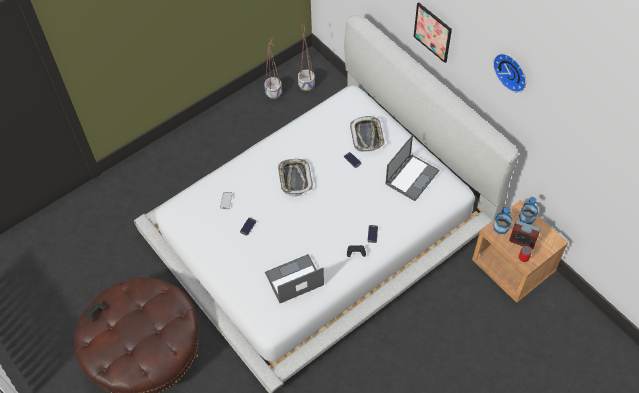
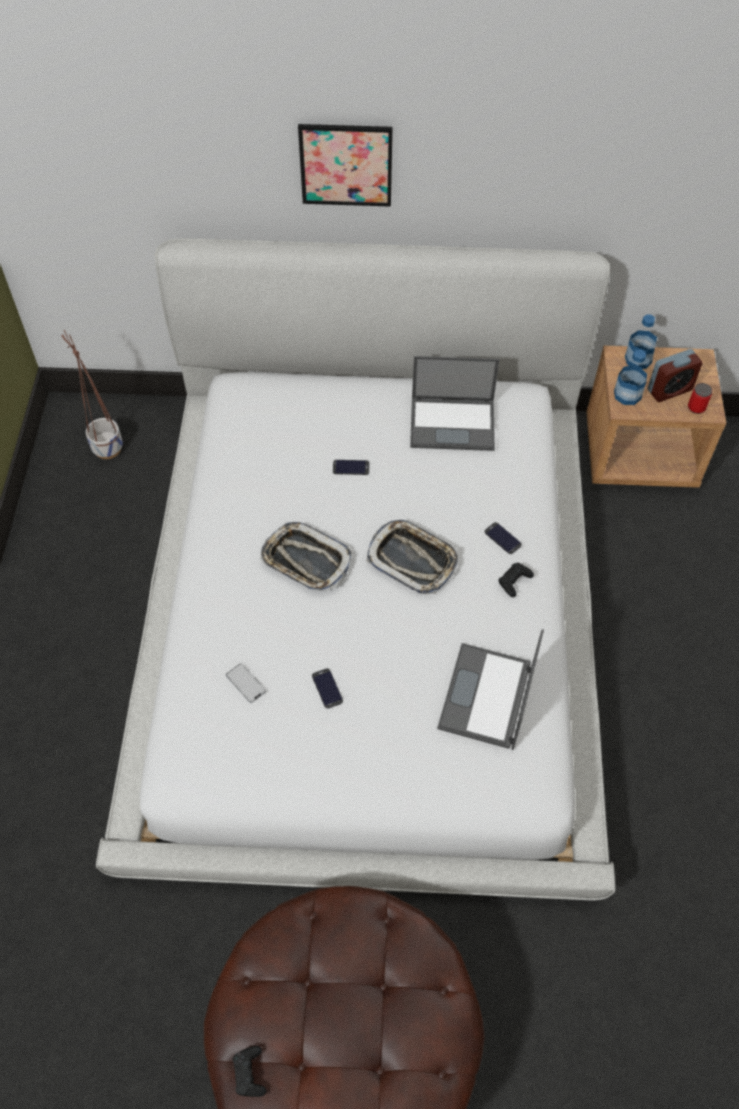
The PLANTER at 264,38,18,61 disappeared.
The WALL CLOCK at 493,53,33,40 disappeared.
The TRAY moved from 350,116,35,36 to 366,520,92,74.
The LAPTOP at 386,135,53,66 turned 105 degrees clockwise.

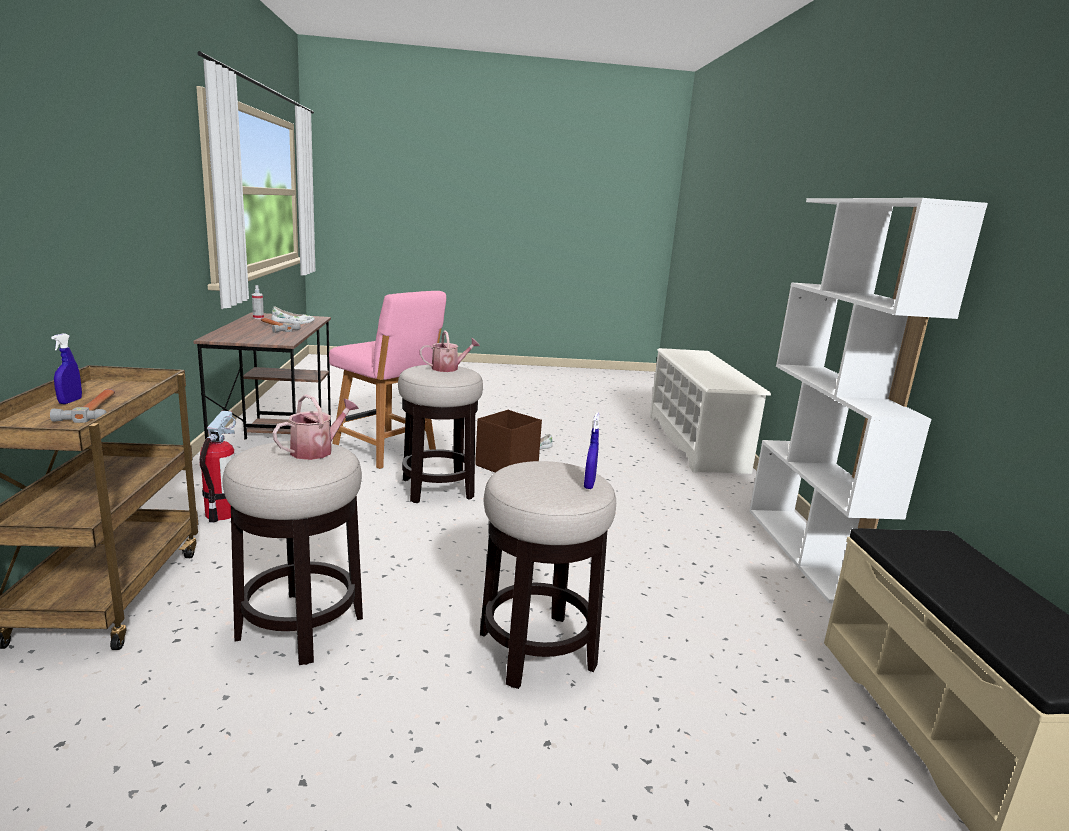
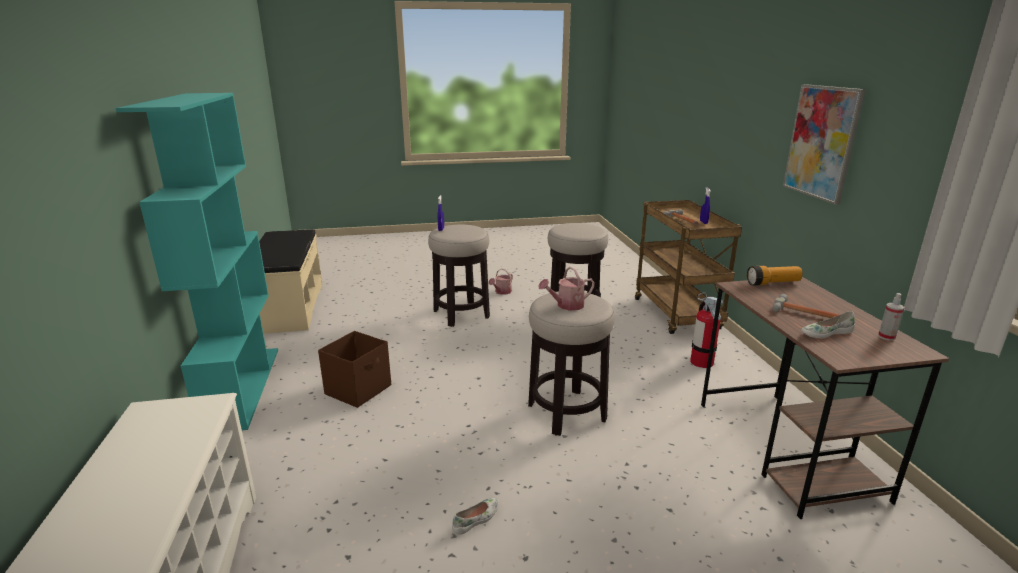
The WHITE BOOKCASE at 749,198,239,405 became the TURQUOISE BOOKCASE at 116,93,162,337.
The PINK CHAIR at 329,291,117,178 disappeared.
The WATERING CAN moved from 272,394,87,66 to 489,268,24,27.
The BROWN STORAGE BOX moved from 475,410,67,62 to 318,331,73,77.
The PICTURE at 783,84,83,121 appeared.
The FLASHLIGHT at 747,266,56,19 appeared.

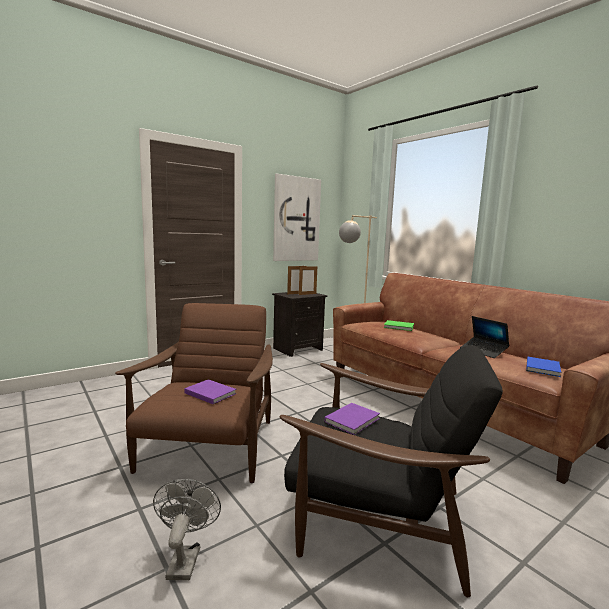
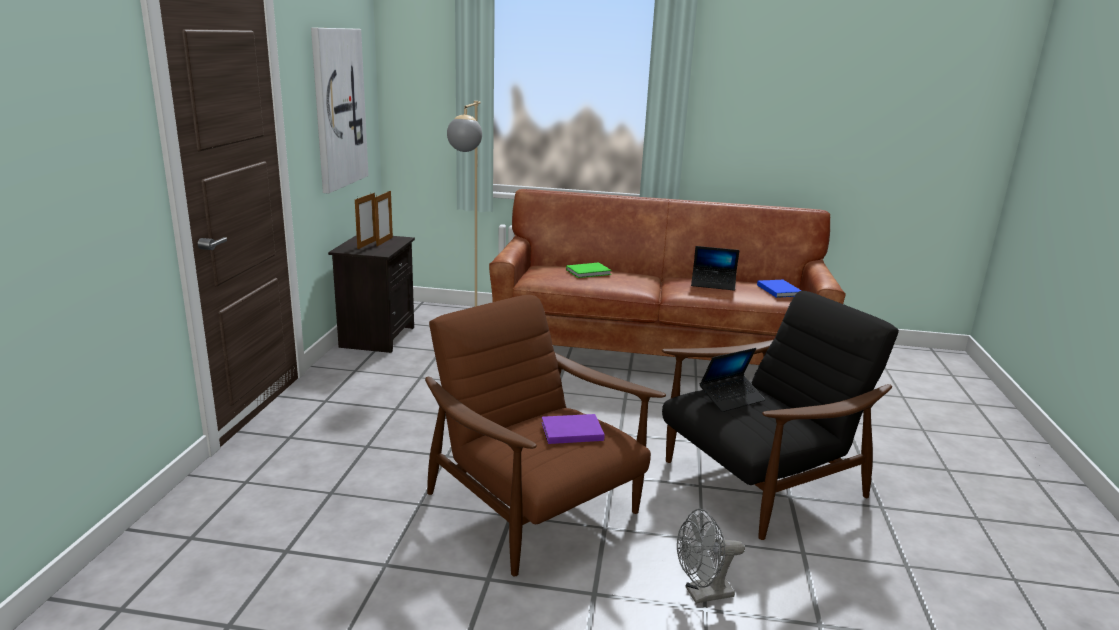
The PURPLE BOOK at 324,403,56,32 was replaced by the LAPTOP at 700,348,65,64.
The GREY FAN at 153,479,68,101 turned 60 degrees counterclockwise.

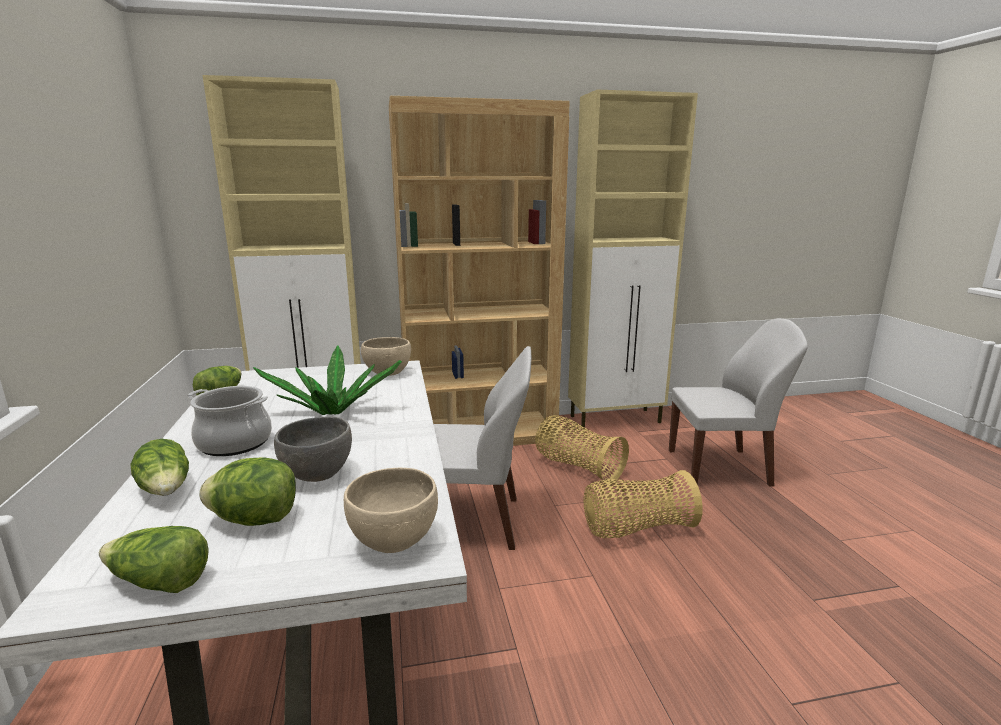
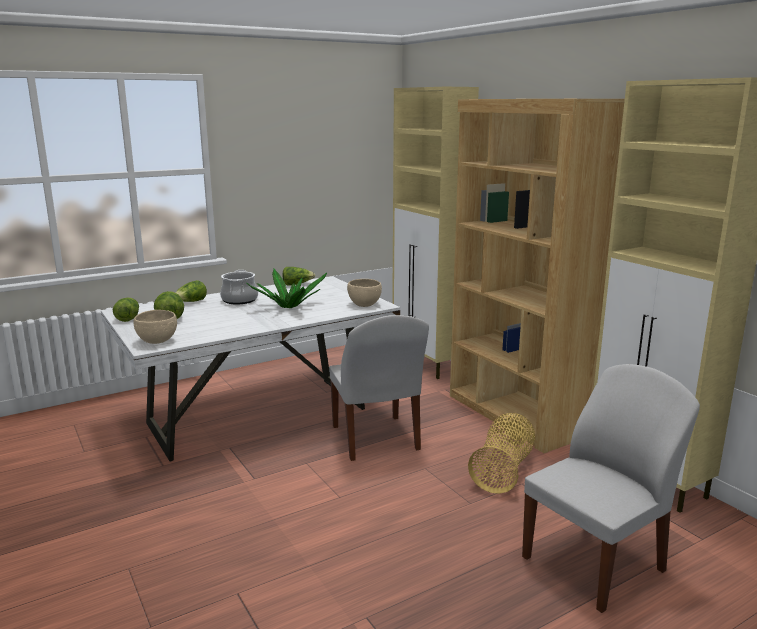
The WHITE CHAIR at 669,318,139,168 turned 105 degrees counterclockwise.
The GREY BOWL at 274,417,78,65 disappeared.
The BASKET at 584,470,119,68 disappeared.

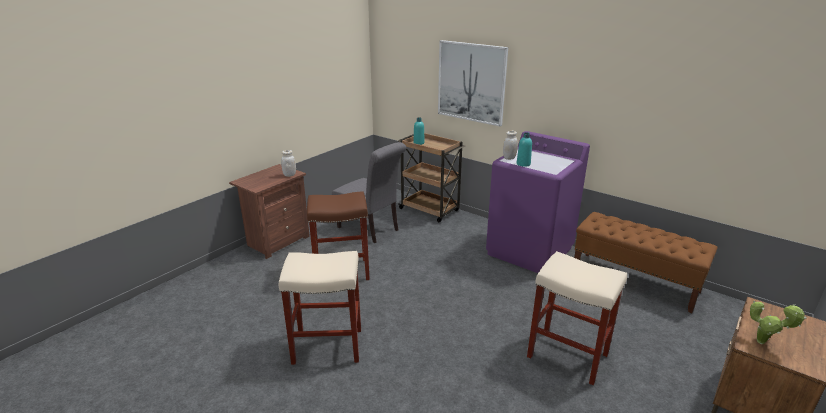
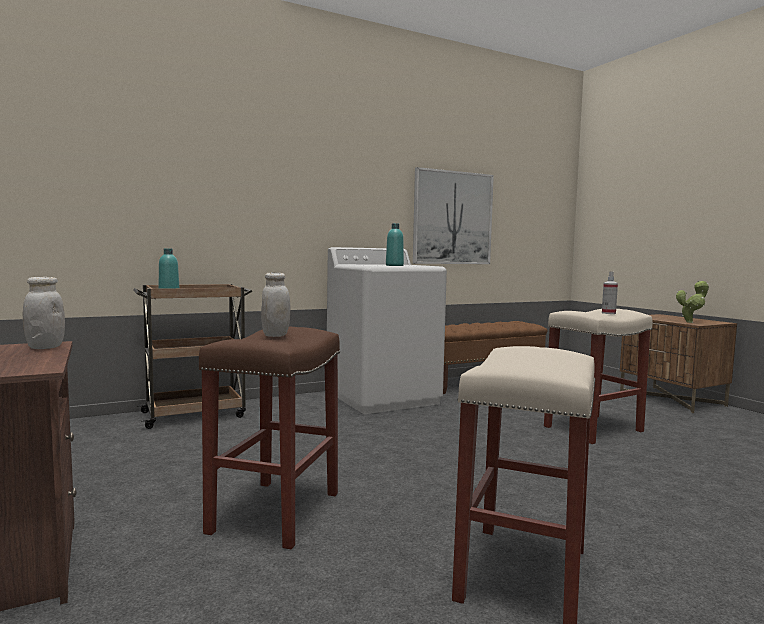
The PICTURE moved from 438,40,70,86 to 413,167,81,97.
The PURPLE WASHING MACHINE at 486,131,104,142 became the WHITE WASHING MACHINE at 327,247,120,167.
The WHITE JAR moved from 503,131,15,29 to 261,272,30,65.
The GREY CHAIR at 332,142,74,101 disappeared.
The SPRAY BOTTLE at 602,272,16,42 appeared.

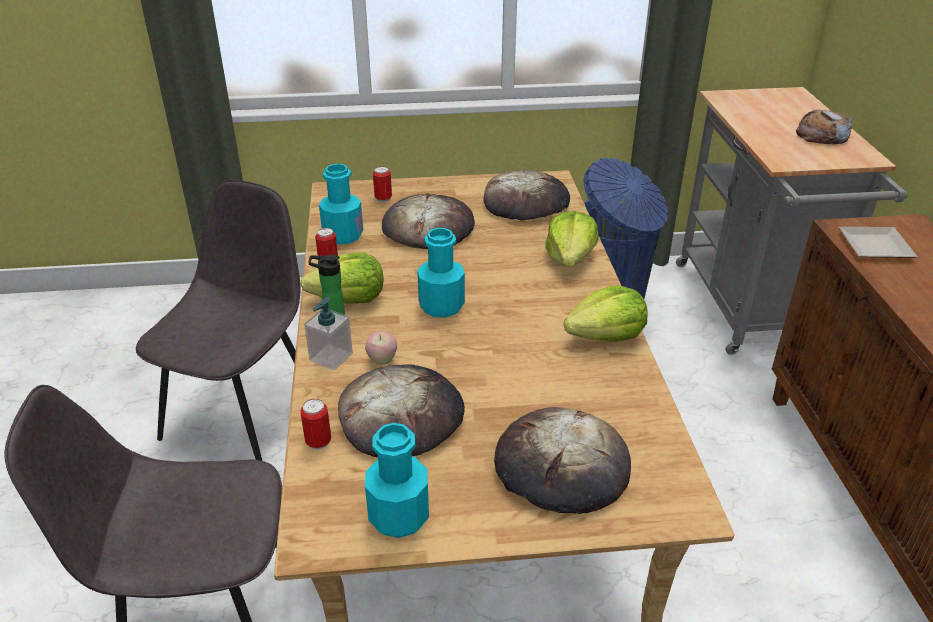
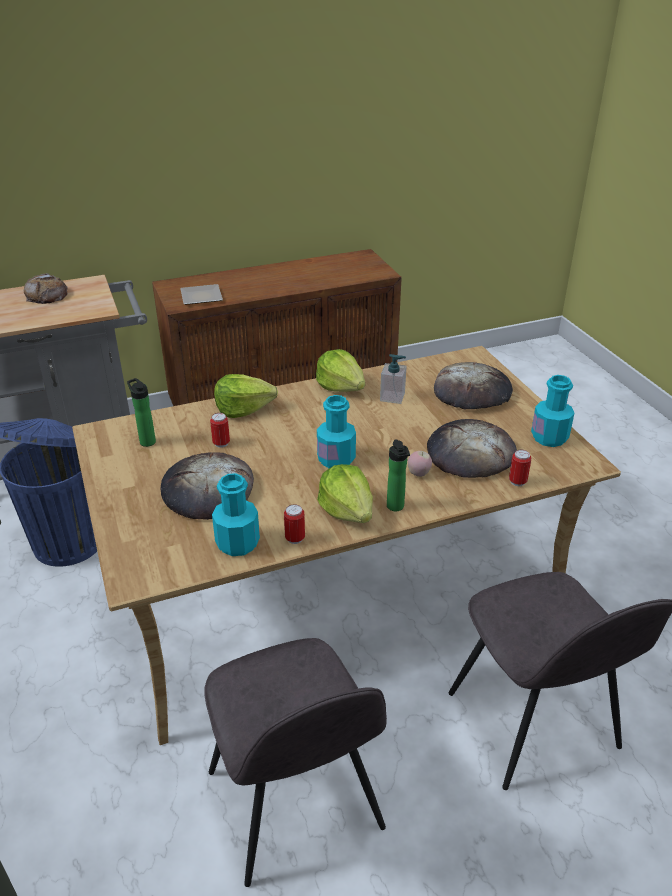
The CAN moved from 373,166,19,37 to 210,413,20,35.
The BREAD at 484,170,86,51 was replaced by the BOTTLE at 127,378,29,69.
The GREY CHAIR at 136,180,165,281 turned 120 degrees counterclockwise.
The SOAP DISPENSER moved from 304,297,49,73 to 380,354,27,50.

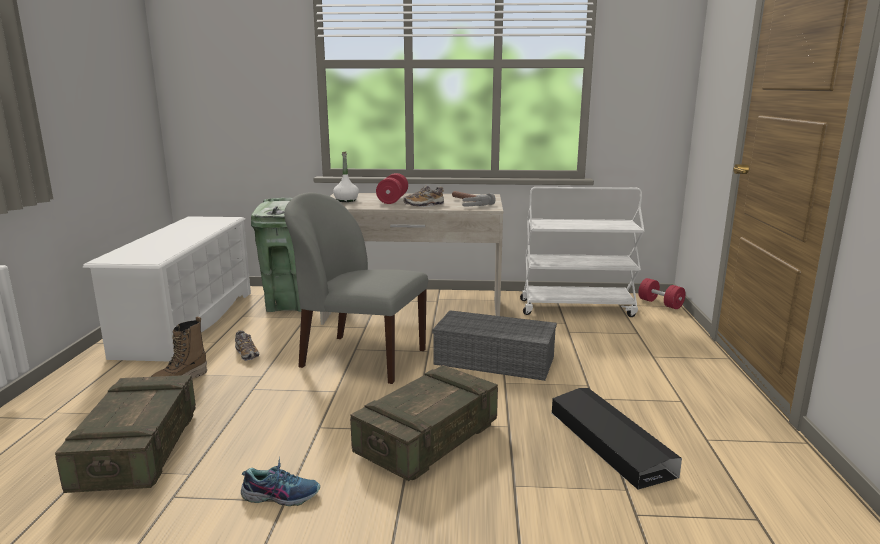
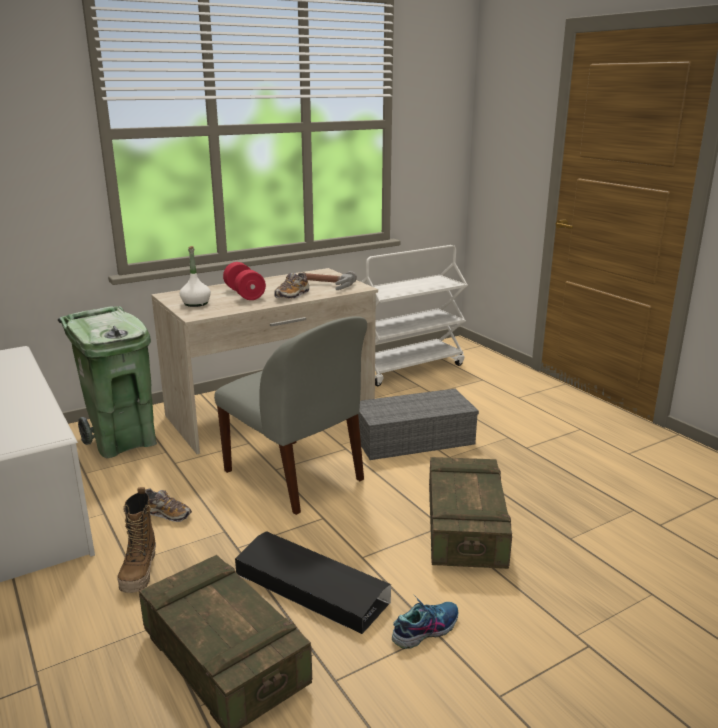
The GREY CHAIR at 284,193,144,191 turned 120 degrees counterclockwise.
The RED DUMBBELL at 638,278,48,31 disappeared.
The BLACK STORAGE BOX moved from 552,388,130,102 to 235,531,156,103.

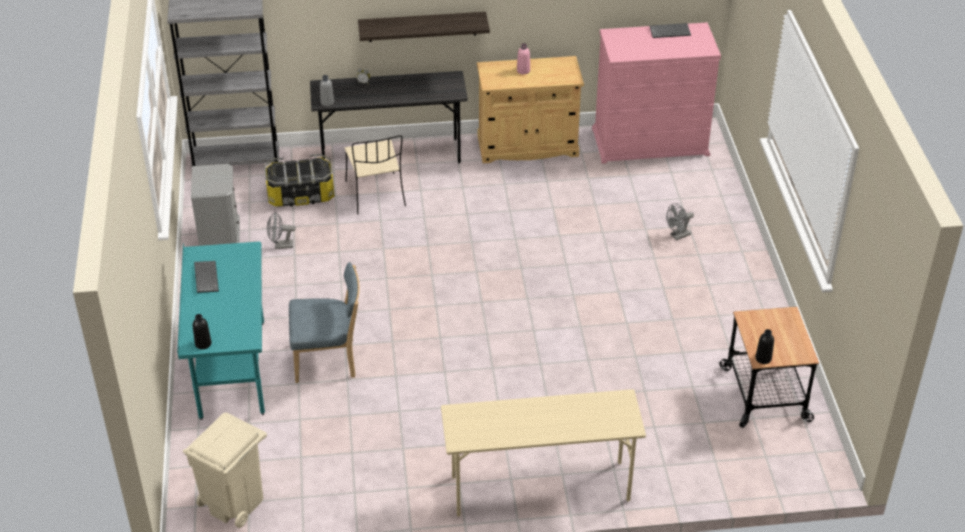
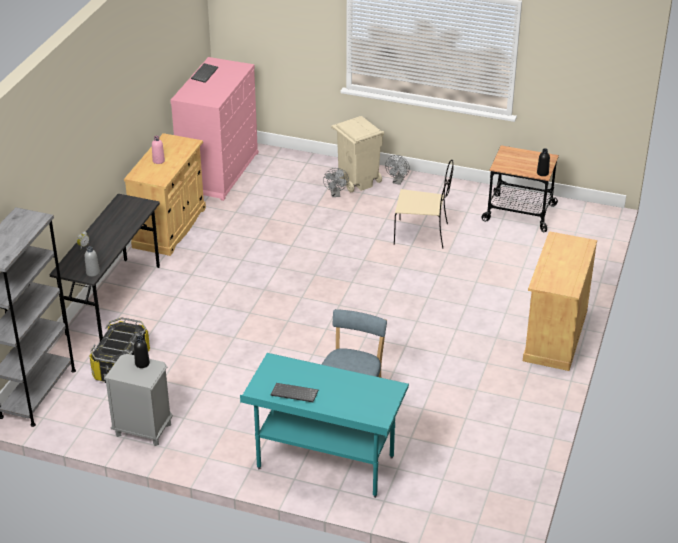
The SHELF at 358,12,132,30 disappeared.
The BEIGE CHAIR moved from 345,135,61,80 to 394,160,59,89.
The GREY FAN moved from 267,212,29,37 to 385,155,25,30.
The BLACK BOTTLE moved from 193,314,19,35 to 134,336,16,32.
The BEIGE DESK at 441,389,205,128 was replaced by the BEIGE CABINET at 523,231,74,140.
The BEIGE TRASH CAN moved from 183,413,84,115 to 331,116,53,77.

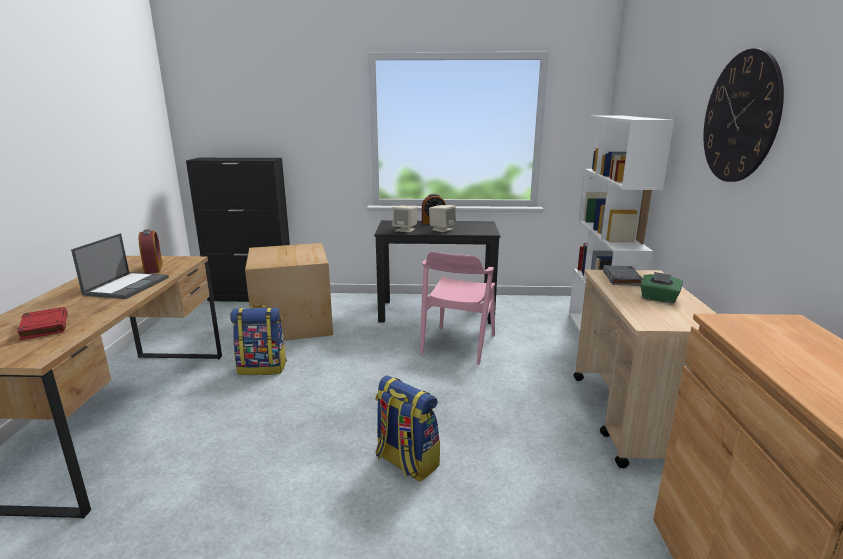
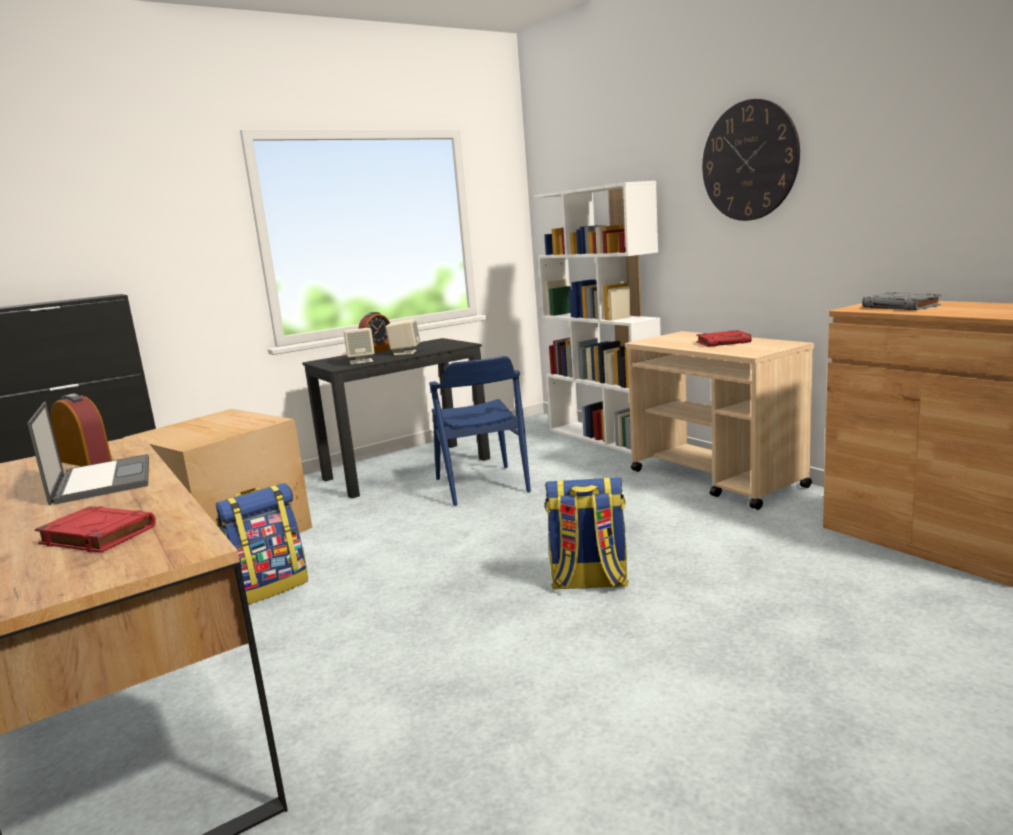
The PINK CHAIR at 420,251,75,114 became the BLUE CHAIR at 429,356,102,150.
The GREY BOOK moved from 603,265,40,21 to 862,292,80,18.
The GREEN TISSUE BOX at 640,272,43,32 was replaced by the RED BOOK at 696,330,56,17.

